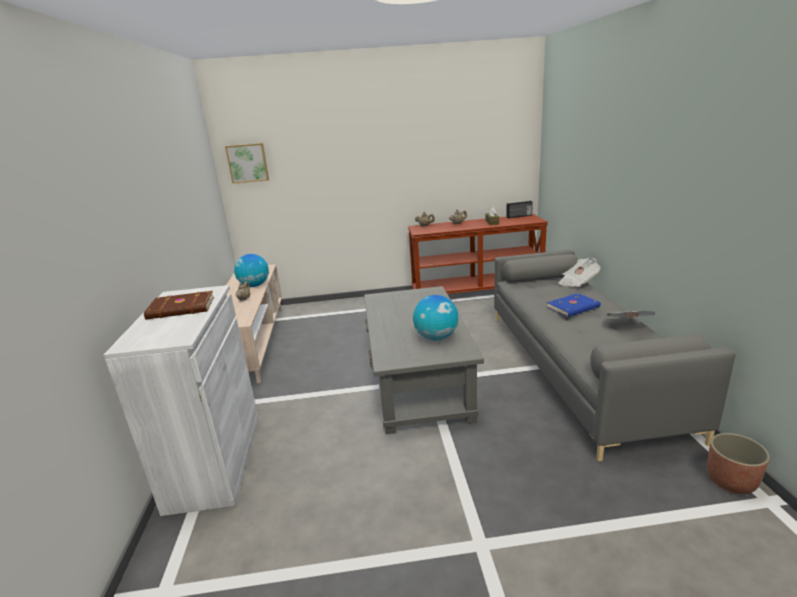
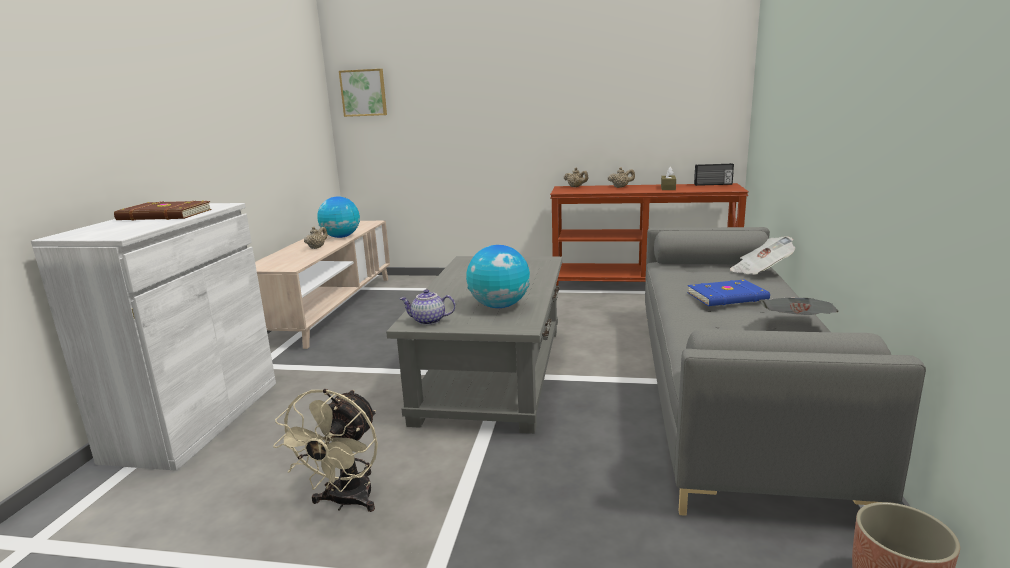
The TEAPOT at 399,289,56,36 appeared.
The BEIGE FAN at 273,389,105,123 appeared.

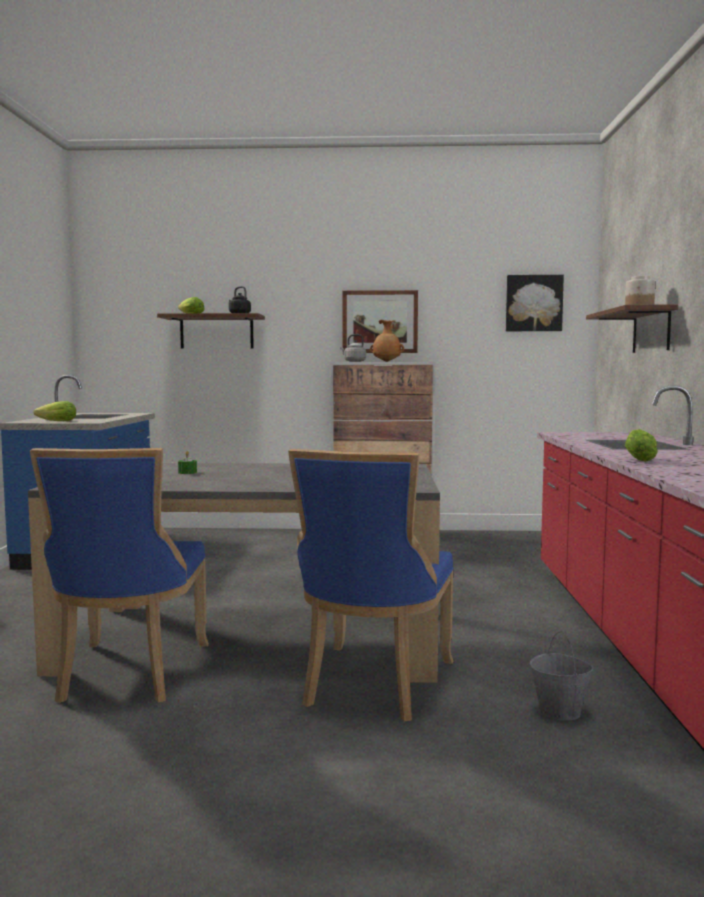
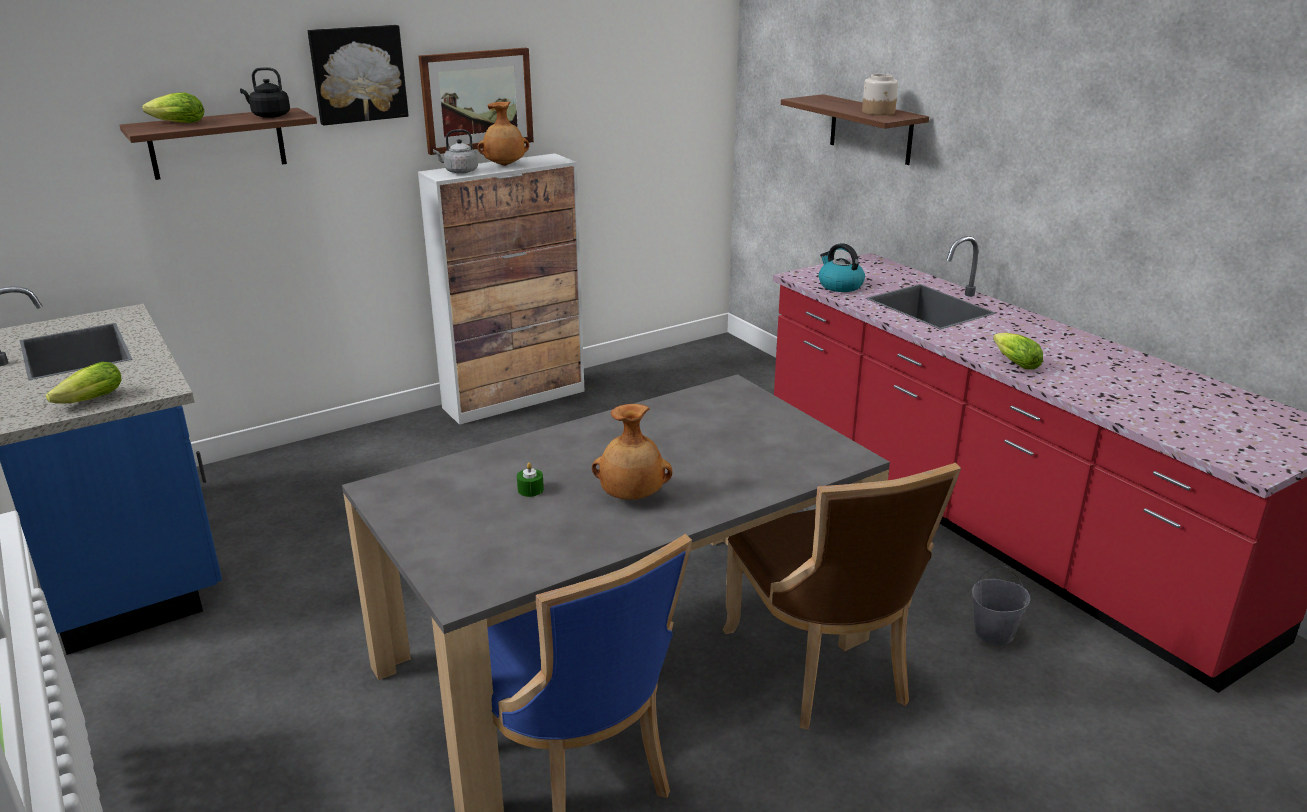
The PICTURE moved from 506,275,58,56 to 308,25,101,100.
The BLUE CHAIR at 288,449,166,272 became the BROWN CHAIR at 723,463,238,267.
The KETTLE at 819,243,46,49 appeared.
The BROWN VASE at 592,404,80,96 appeared.

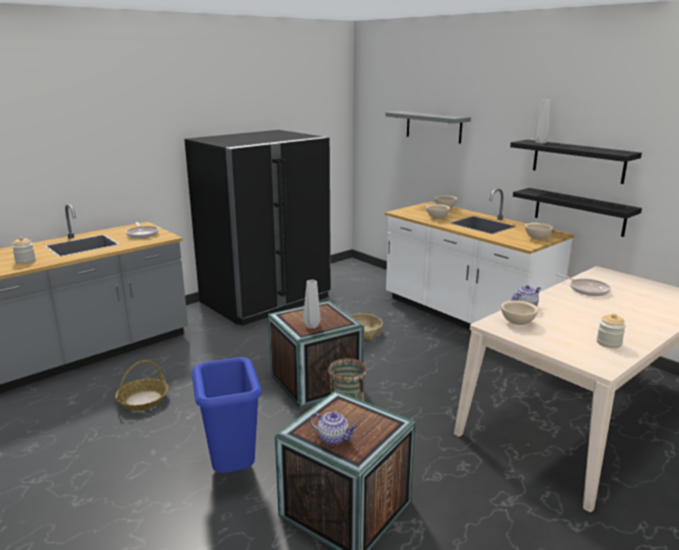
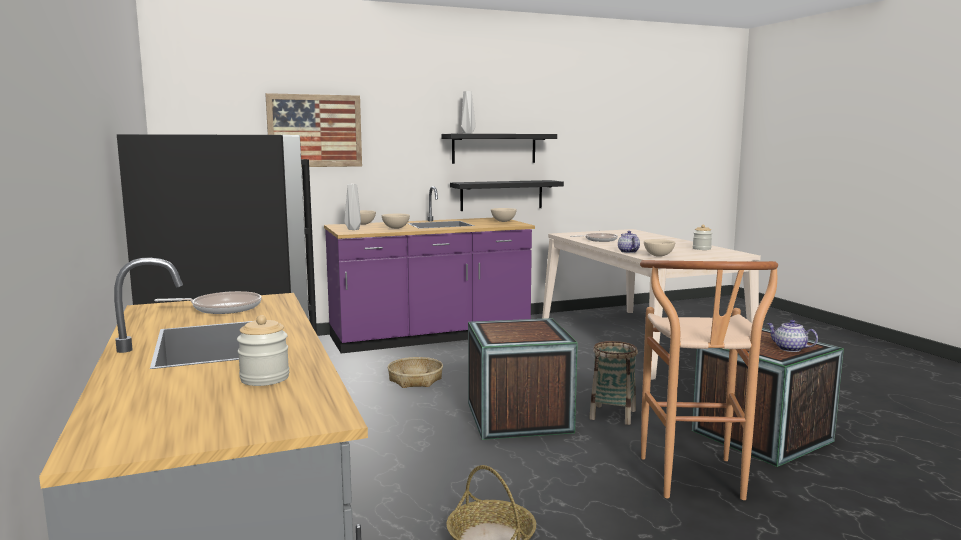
The GREY SHELF at 385,111,86,33 was replaced by the PICTURE at 265,93,97,74.
The WHITE COUNTER at 385,189,189,141 became the PURPLE COUNTER at 324,186,211,167.
The GREY VASE moved from 303,280,18,49 to 344,184,17,46.
The BLUE TRASH CAN at 192,357,70,116 was replaced by the BROWN STOOL at 640,260,138,240.
The TEAPOT at 310,412,48,34 turned 90 degrees counterclockwise.

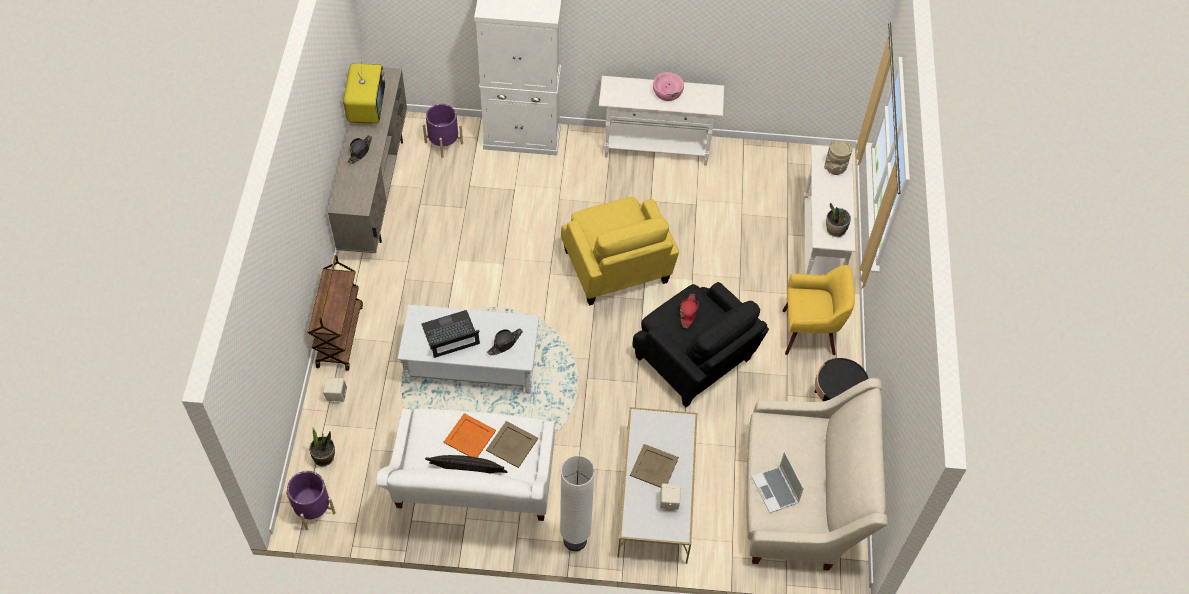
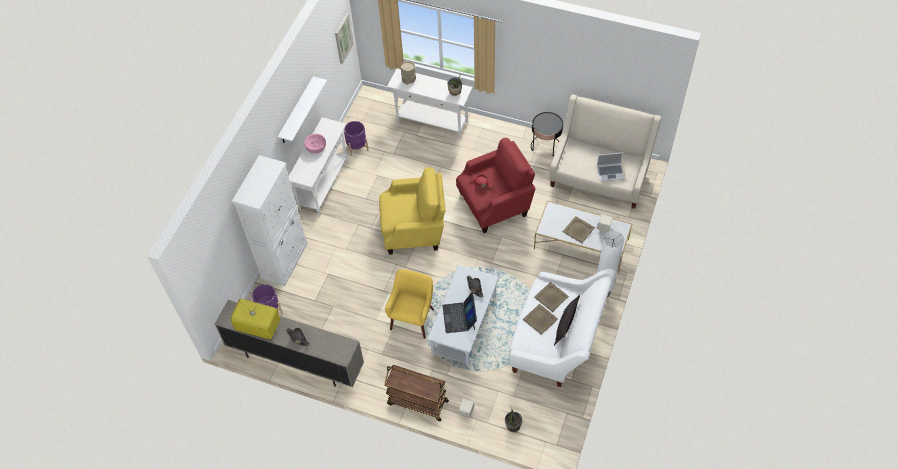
The YELLOW ARMCHAIR moved from 783,265,72,90 to 385,269,49,70.
The BLACK ARMCHAIR at 633,282,136,125 became the RED ARMCHAIR at 456,138,79,95.
The ORANGE TRAY at 444,413,52,44 became the BEIGE TRAY at 523,304,35,31.
The PURPLE PLANTER moved from 286,471,50,59 to 344,121,25,35.
The PICTURE at 335,13,19,51 appeared.
The WHITE SHELF at 278,76,49,67 appeared.

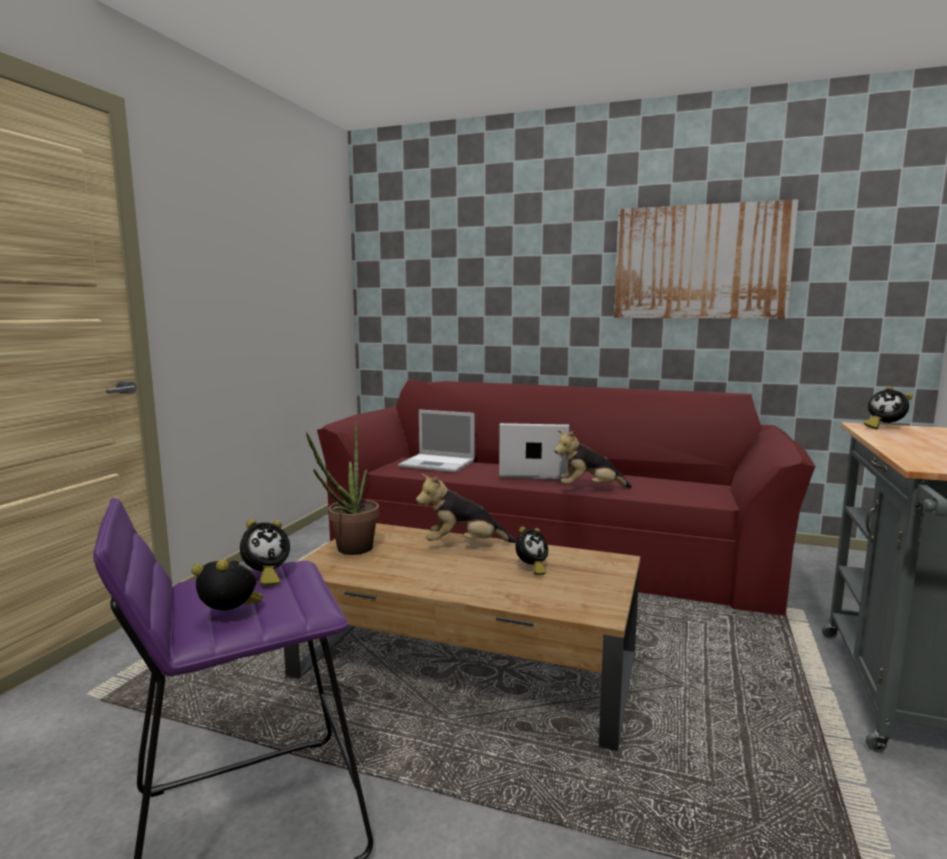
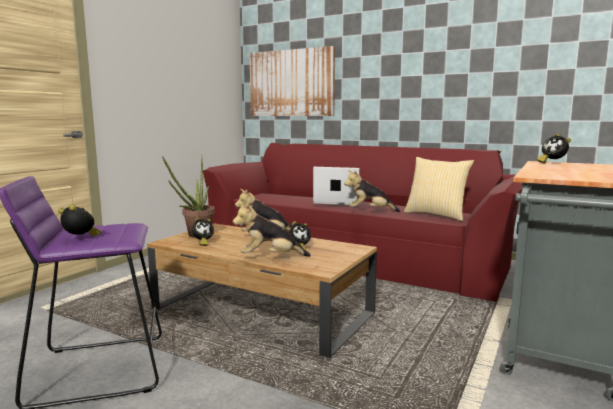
The PICTURE moved from 614,199,185,120 to 250,46,85,70.
The LAPTOP at 398,409,77,63 disappeared.
The ALARM CLOCK moved from 240,519,50,67 to 192,217,22,29.
The PILLOW at 404,157,70,64 appeared.
The PLUSH TOY at 233,202,78,55 appeared.

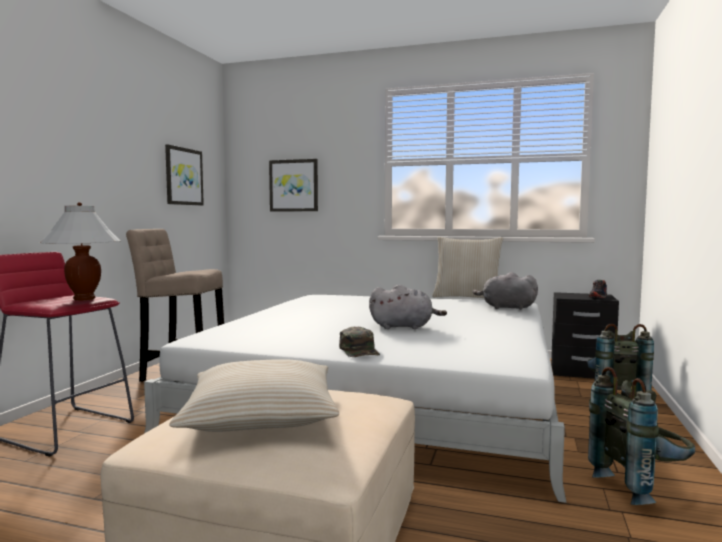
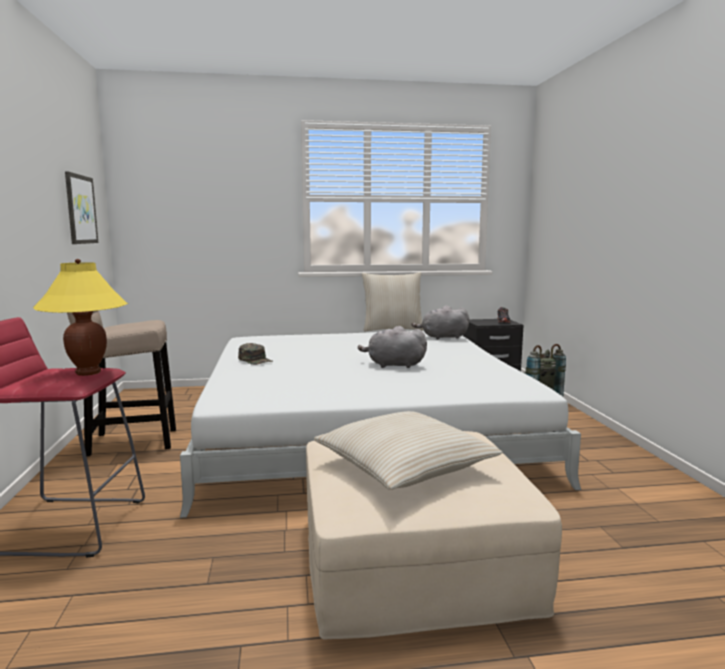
The PICTURE at 269,159,49,53 disappeared.
The WHITE TABLE LAMP at 40,202,81,99 became the YELLOW TABLE LAMP at 33,259,95,117.
The GREY PLUSH TOY at 369,285,78,44 turned 150 degrees counterclockwise.
The GREEN CAP moved from 339,327,41,30 to 238,343,35,22.
The GREY BACKPACK at 588,367,107,138 disappeared.

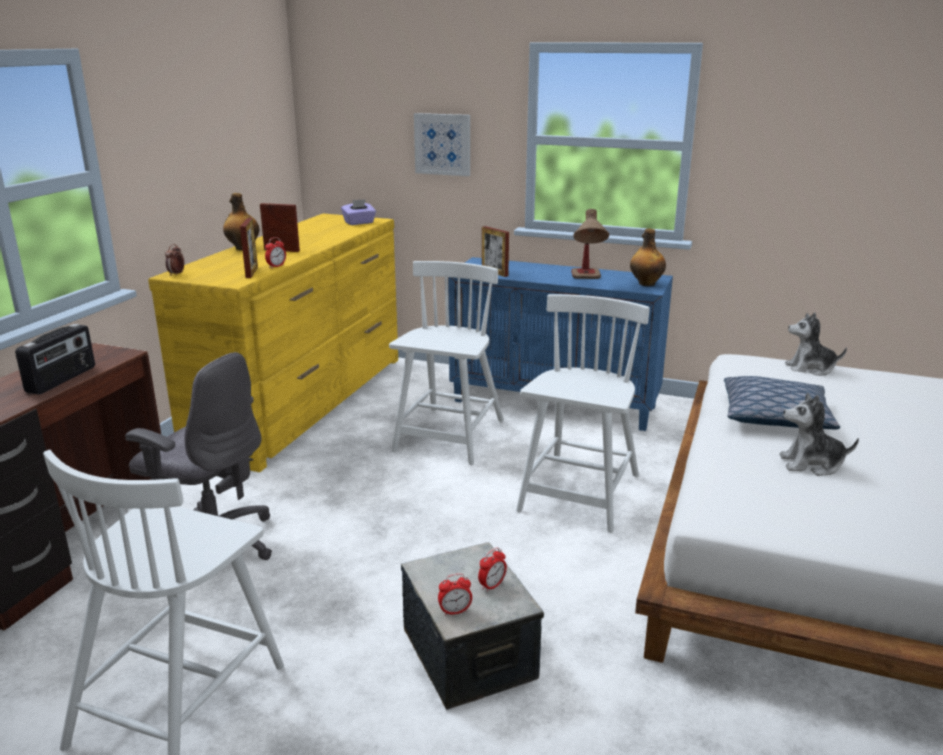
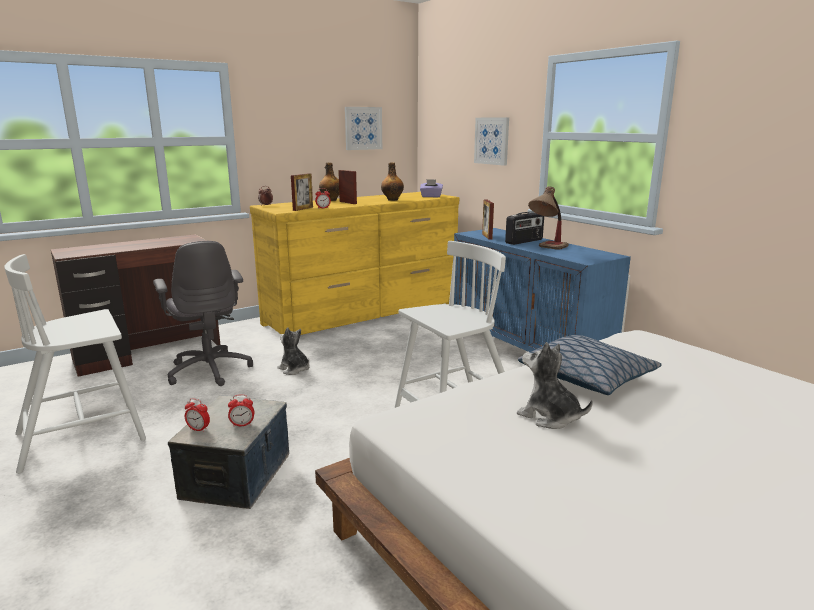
The BOTTLE moved from 630,228,36,58 to 381,162,23,39.
The WHITE CHAIR at 389,261,115,204 disappeared.
The PLUSH TOY moved from 785,312,62,64 to 277,327,32,48.
The RADIO moved from 15,324,80,71 to 505,212,39,33.
The PICTURE at 345,107,37,43 appeared.

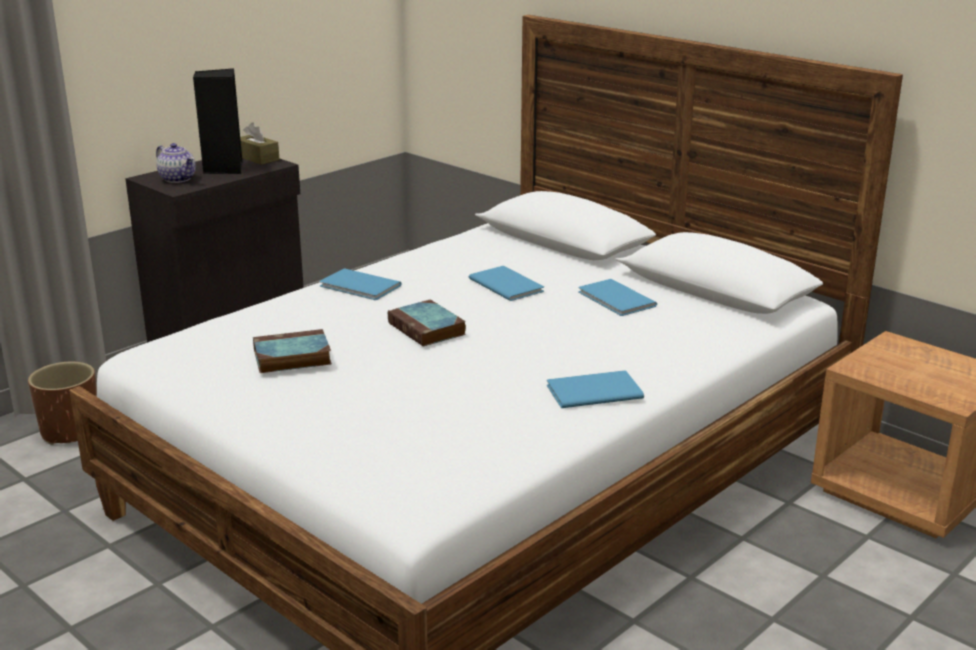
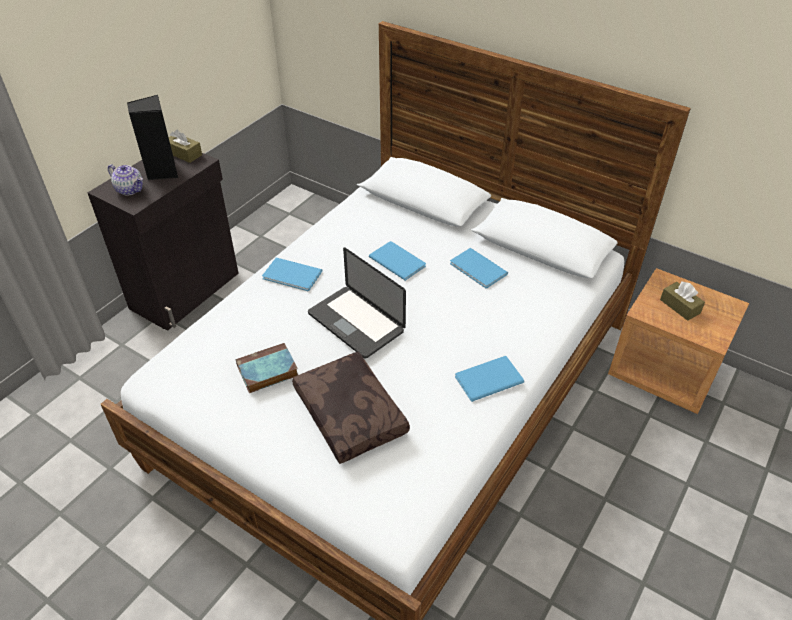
The BOOK at 388,299,78,48 was replaced by the LAPTOP at 308,247,98,112.
The BROWN PLANTER at 28,362,69,83 disappeared.
The BROWN TISSUE BOX at 660,281,45,40 appeared.
The BROWN PILLOW at 292,351,118,113 appeared.

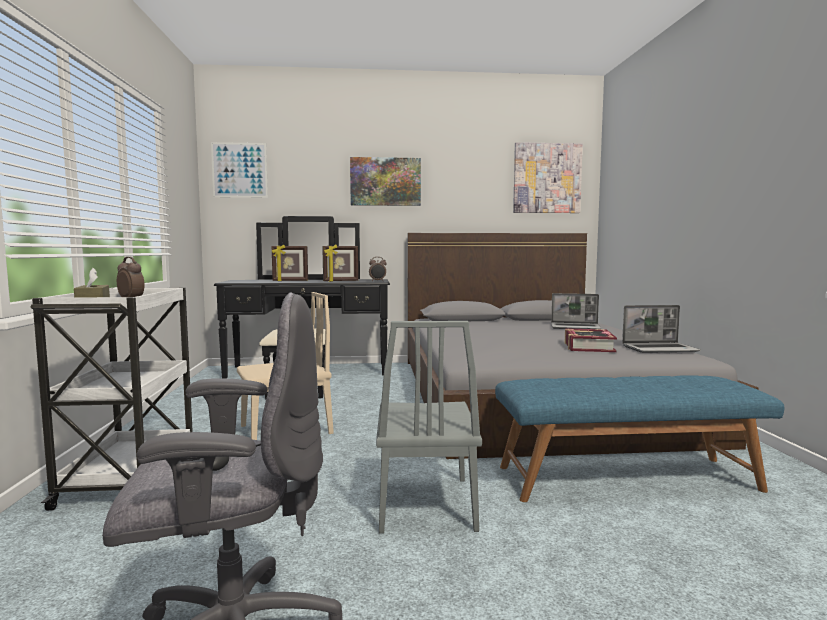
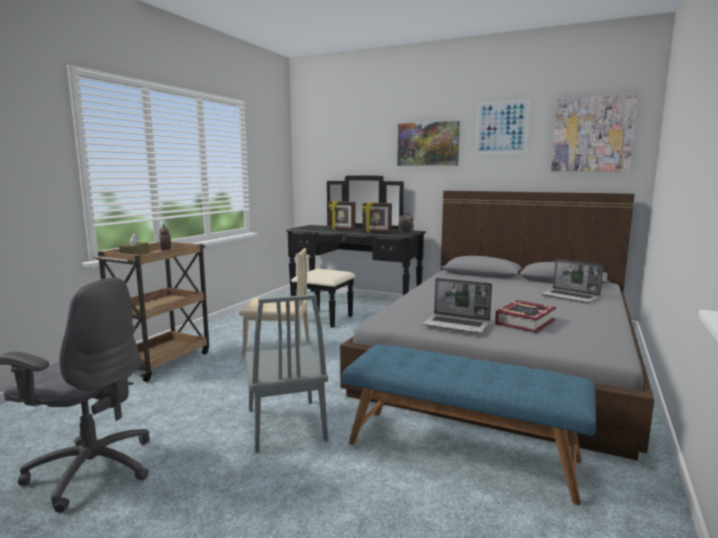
The PICTURE moved from 211,142,57,56 to 475,100,55,54.
The WHITE CART at 30,287,163,224 became the BROWN CART at 93,242,116,140.
The LAPTOP moved from 622,305,79,48 to 422,278,70,55.
The GREY CHAIR at 376,321,106,213 turned 45 degrees counterclockwise.

